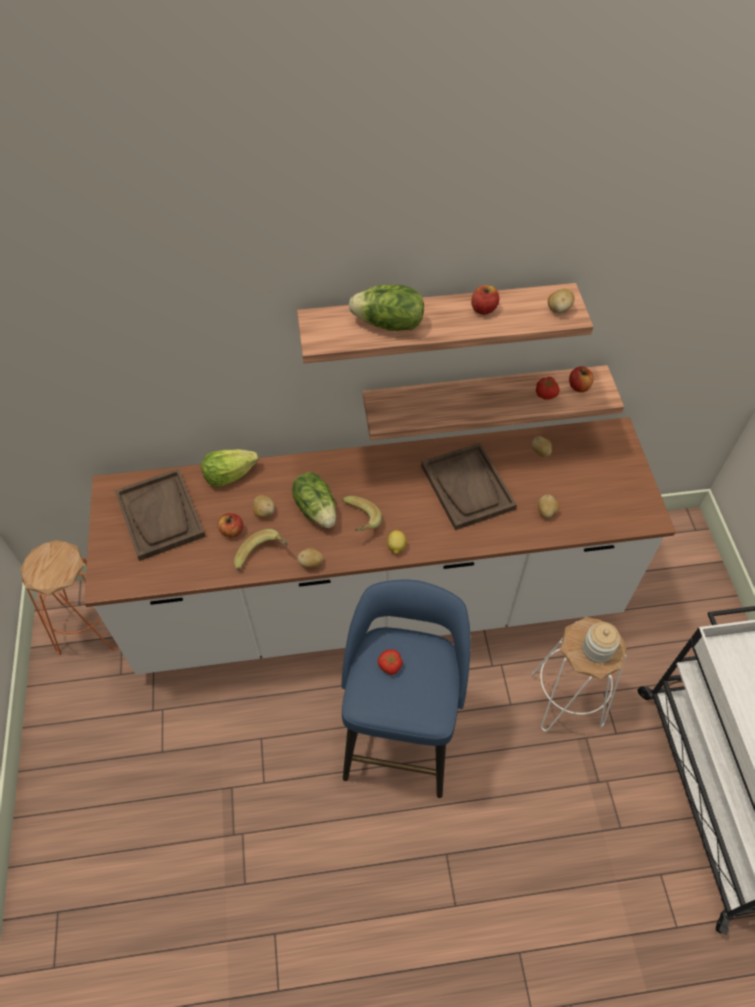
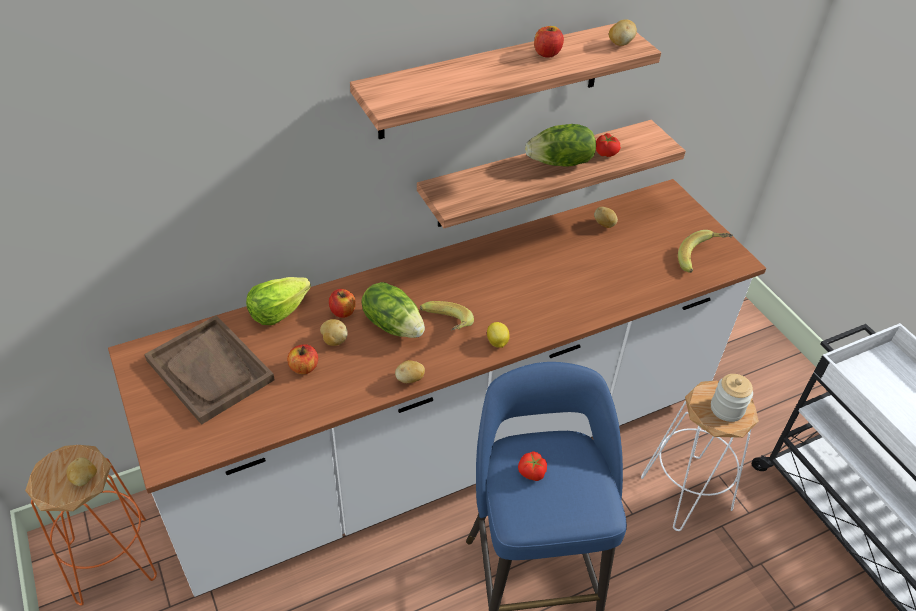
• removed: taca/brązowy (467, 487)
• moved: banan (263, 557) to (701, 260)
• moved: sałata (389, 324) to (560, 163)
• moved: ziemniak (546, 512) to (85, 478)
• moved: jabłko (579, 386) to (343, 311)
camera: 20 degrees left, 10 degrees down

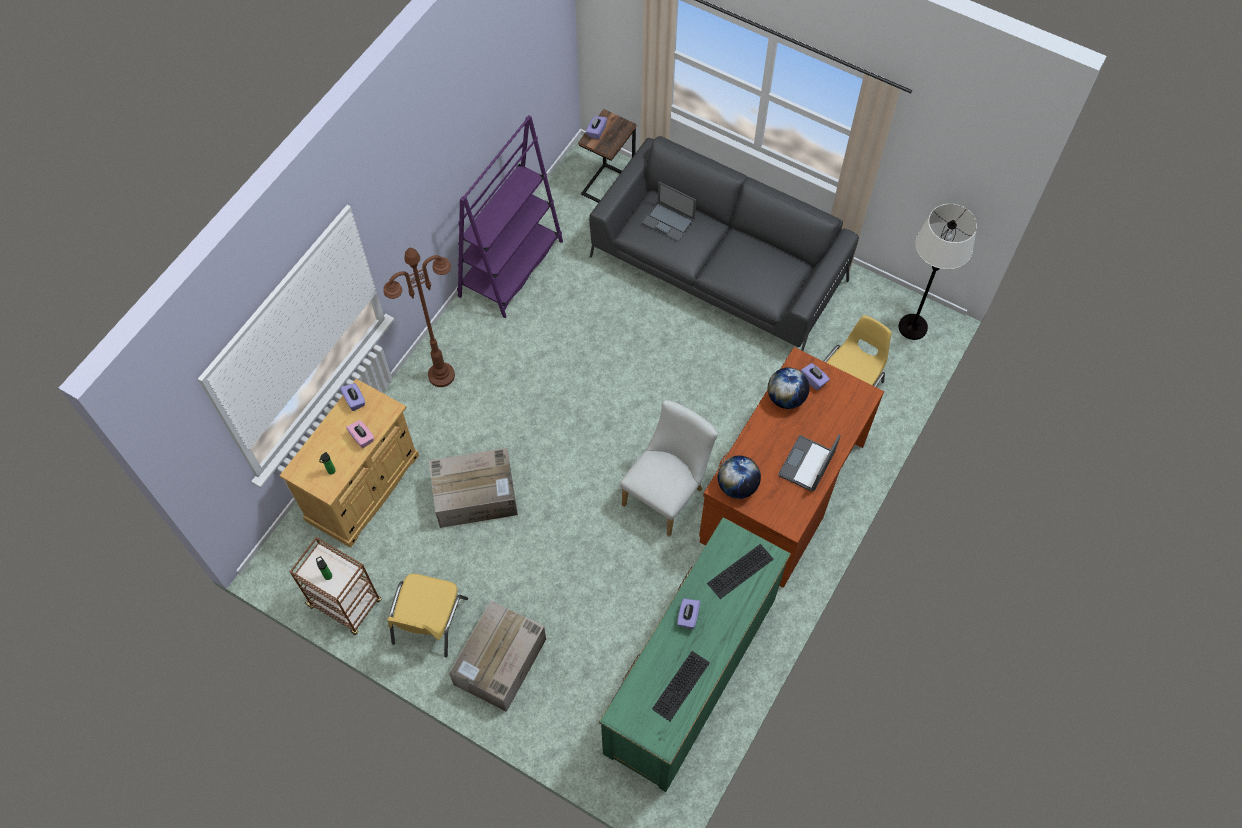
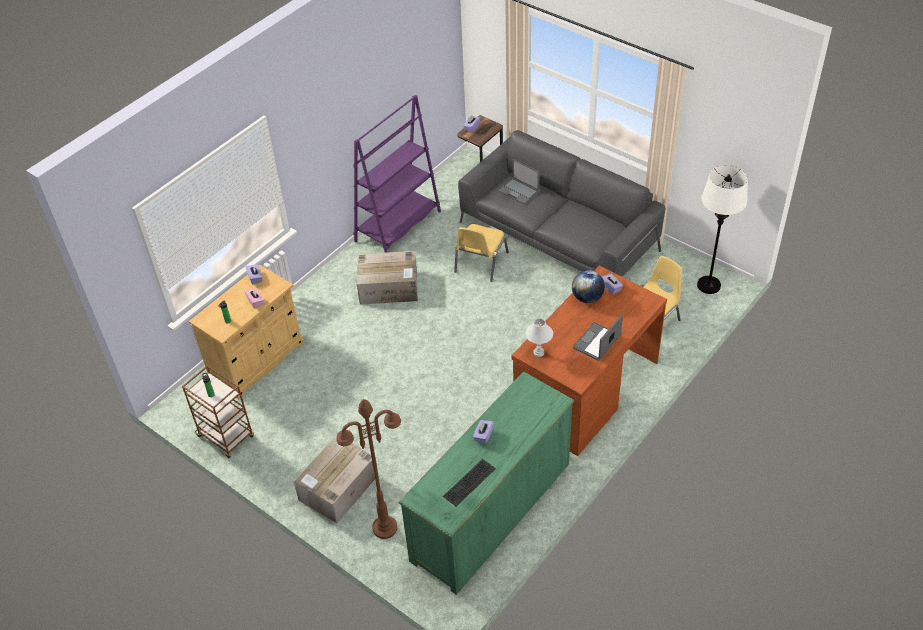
• removed: krzesło/biały (667, 493)
• removed: klawiatura (740, 572)
• moved: lampa stojąca/brązowy (441, 375) to (385, 527)
• moved: krzesło/żółty (428, 622) to (480, 263)
• moved: karton (476, 495) to (389, 287)
• replaced: globus (737, 486) to lampa stołowa/biały (539, 352)
camera: 10 degrees right, 15 degrees down

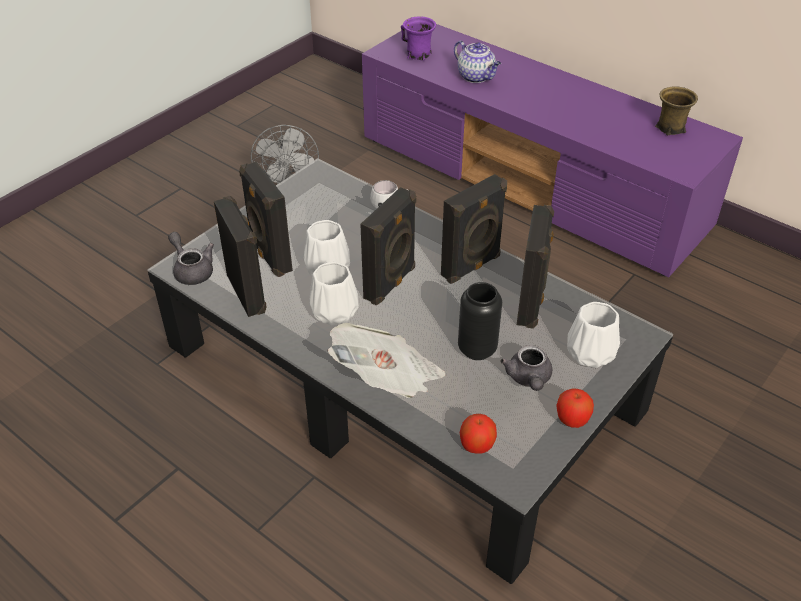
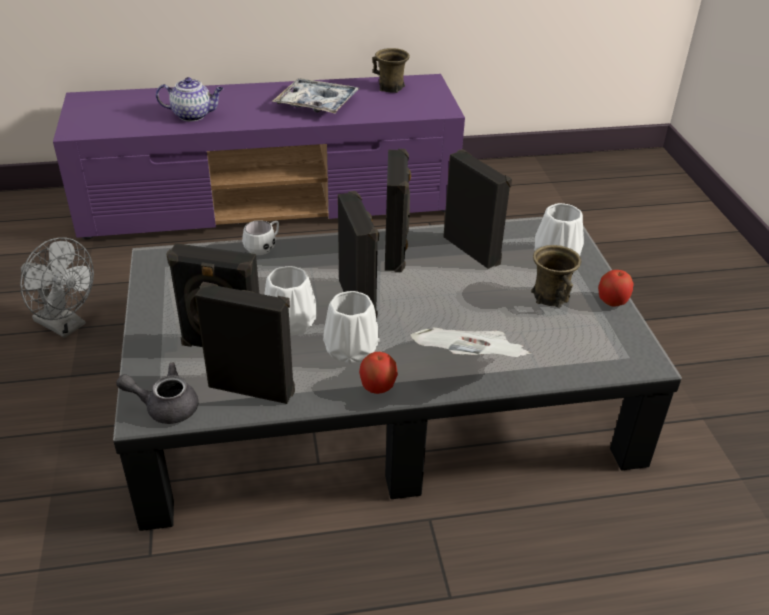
• removed: kubek/fioletowy (418, 55)
• removed: wazon/czarny (477, 349)
• added: taca (317, 104)
• moved: jabłko (476, 445) to (377, 387)
• replaced: imbryk/szary (528, 379) to kubek/brązowy (550, 296)
camera: 50 degrees left, 5 degrees down

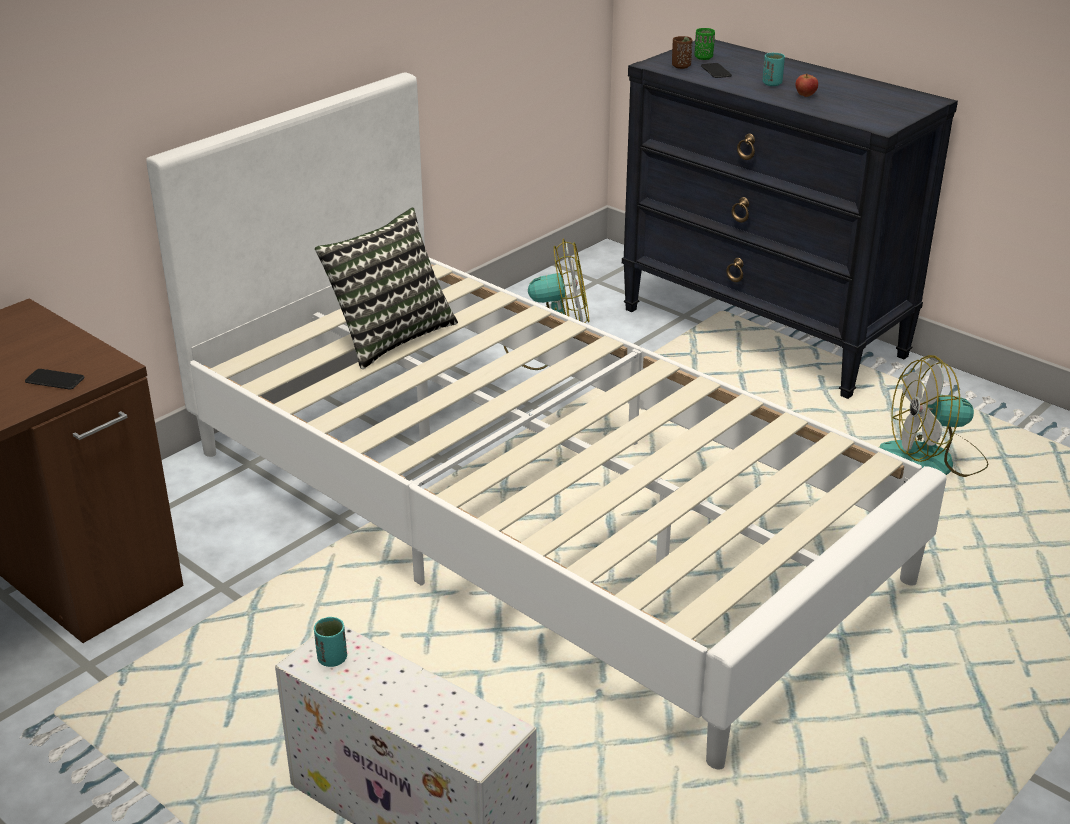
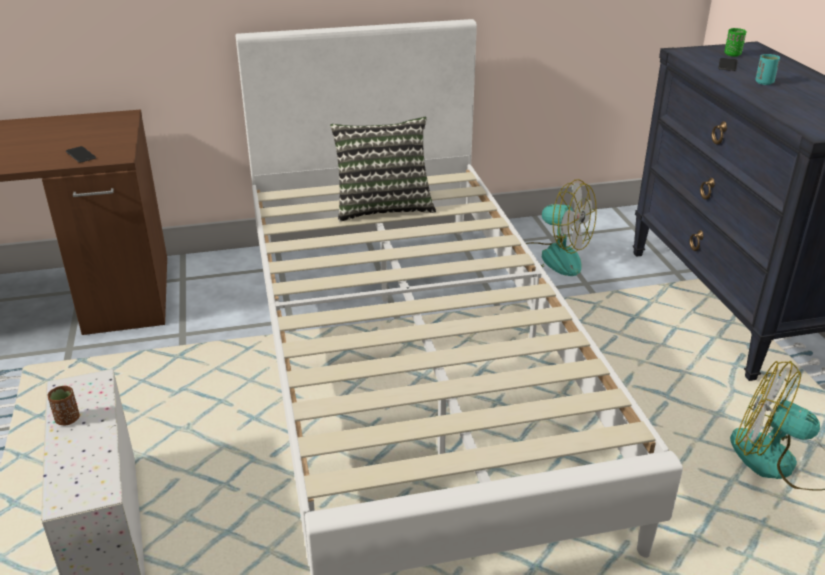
• removed: filiżanka/turkusowy (332, 659)
• removed: jabłko (805, 95)
• moved: filiżanka/brązowy (681, 66) to (67, 419)
camera: 35 degrees right, 0 degrees up

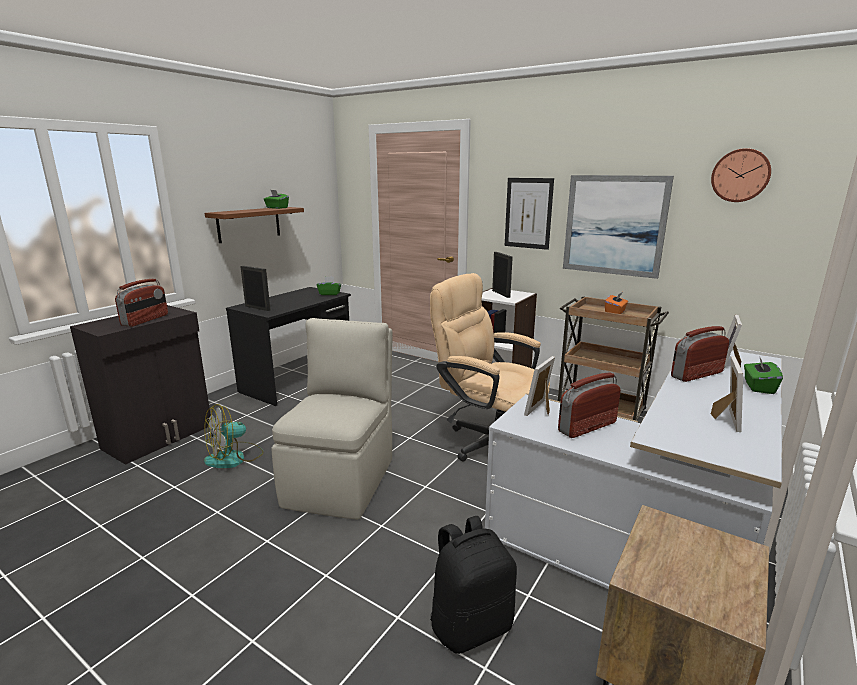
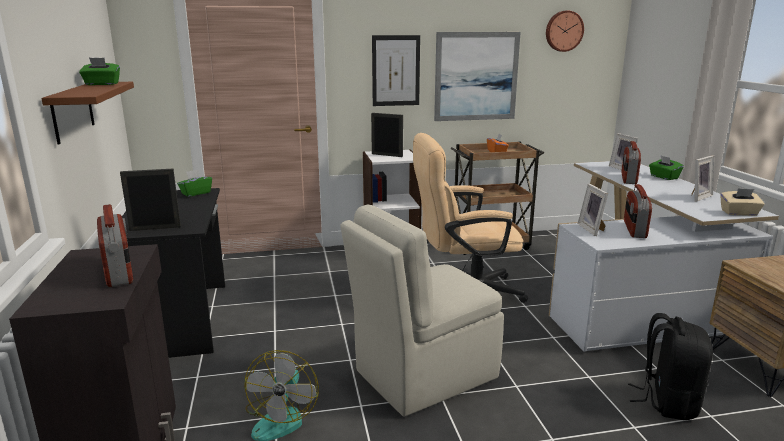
• added: pudełko chusteczek/beżowy (739, 213)
• turned: krzesło/beżowy (342, 480) = (422, 375) 90 degrees counterclockwise
• turned: ramka na zdjęcie (724, 419) = (697, 197) 75 degrees clockwise
camera: 45 degrees left, 0 degrees up

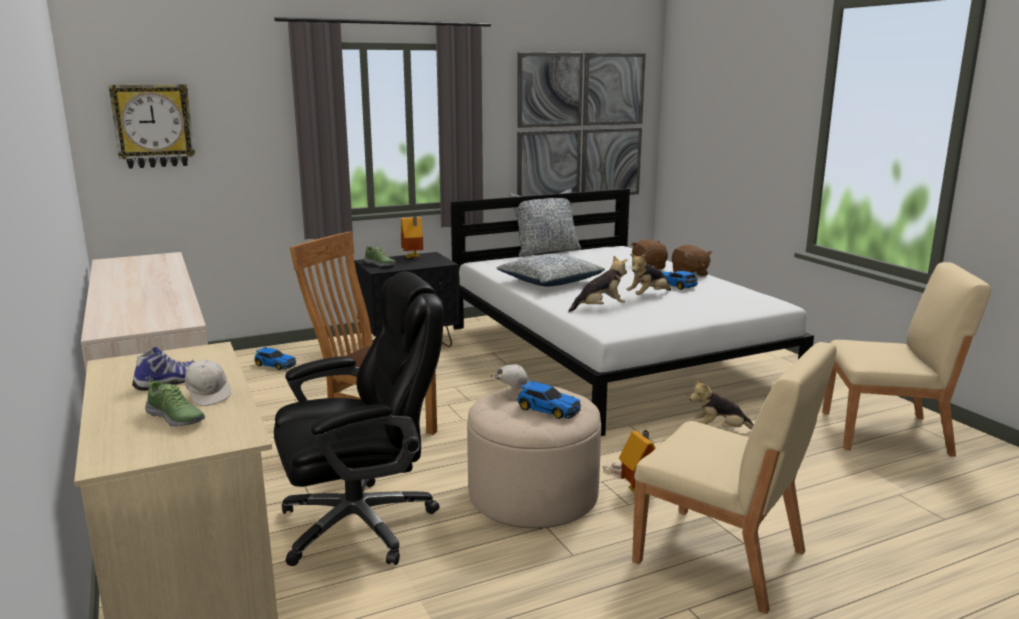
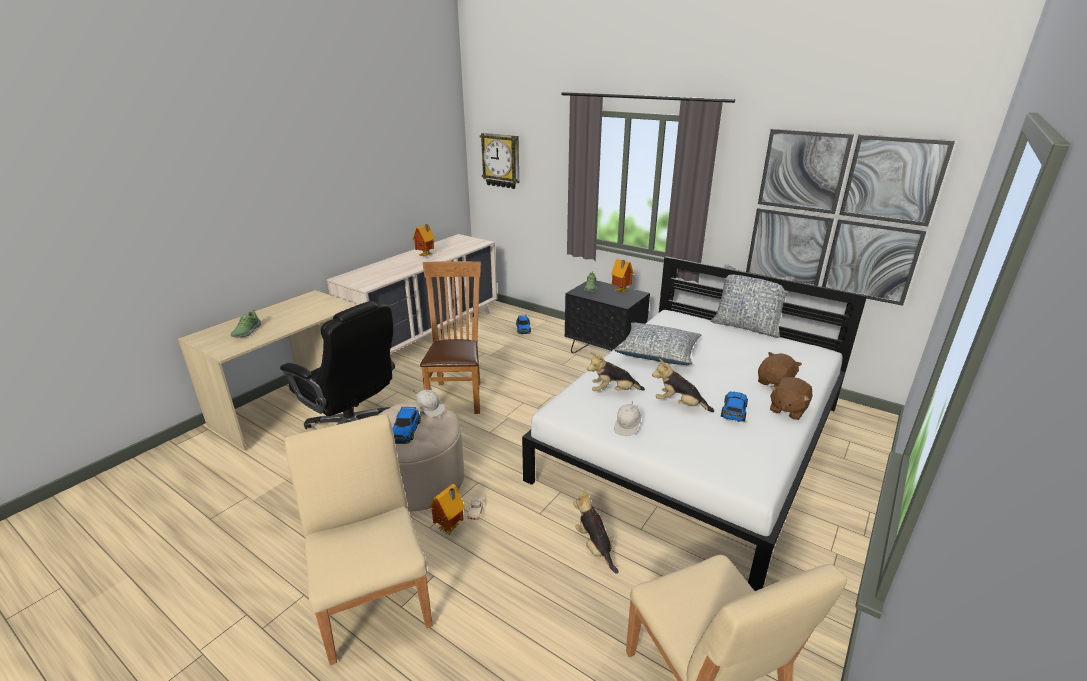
• removed: but (169, 383)
• added: domek (426, 255)
• moved: czapka z daszkiem/biały (208, 395) to (627, 427)
• turned: pluszak (600, 308) = (613, 392) 135 degrees clockwise
• turned: krzesło/beżowy (721, 558) = (374, 598) 150 degrees clockwise
camera: 60 degrees right, 10 degrees up

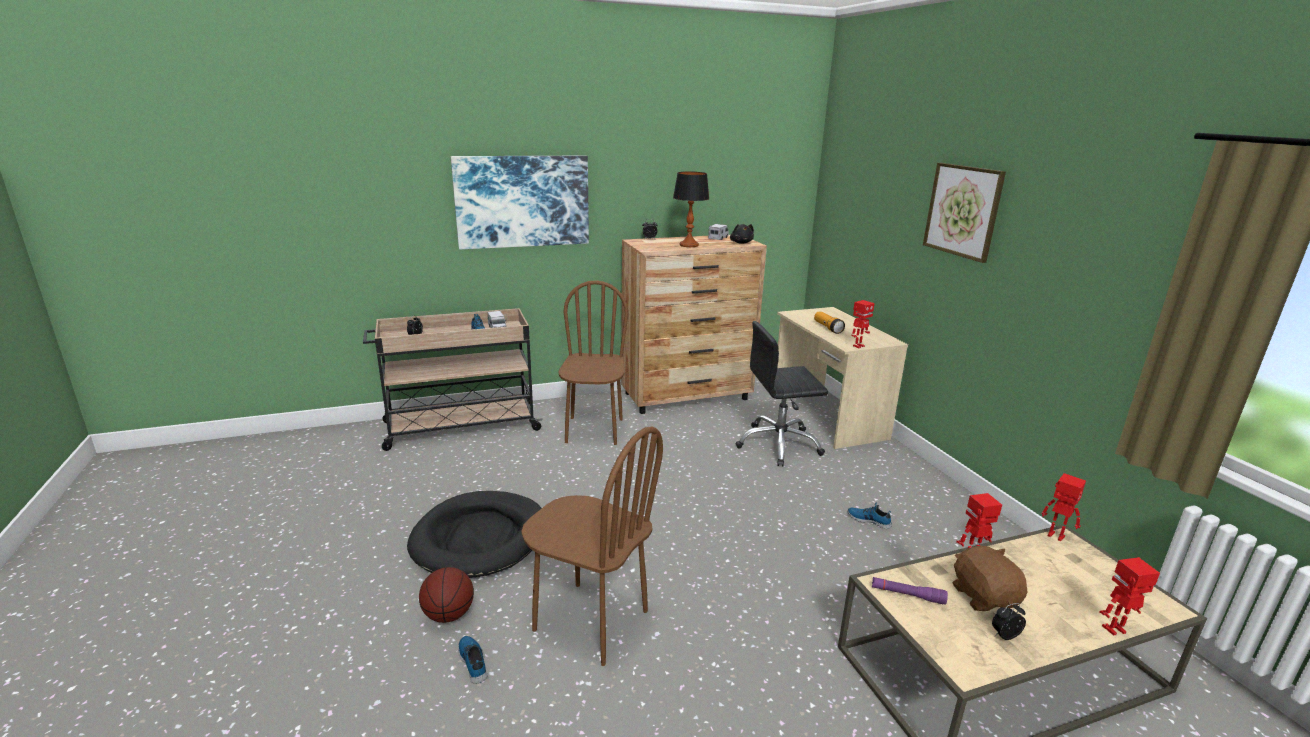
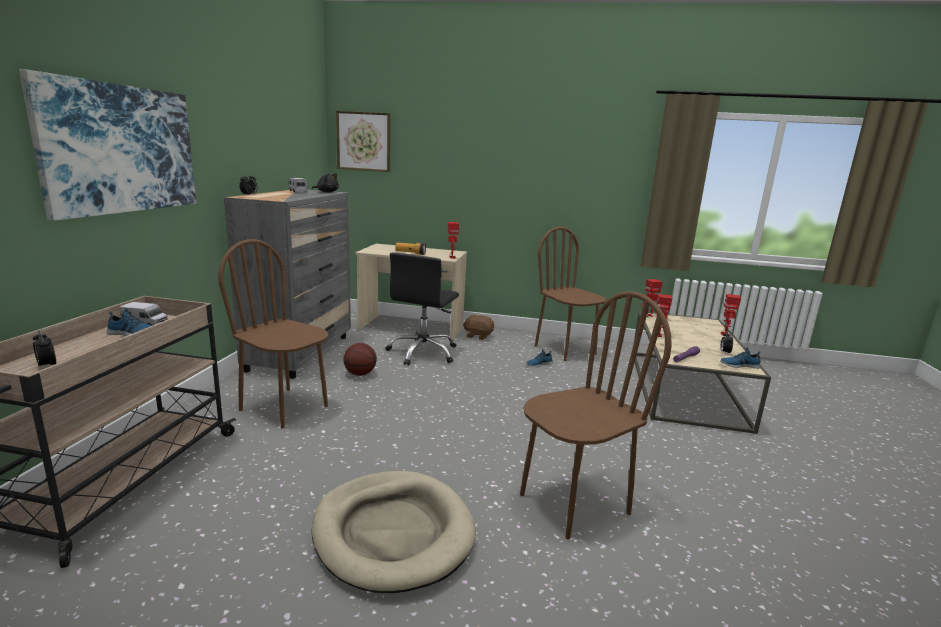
• removed: lampa stołowa (688, 245)
• added: krzesło/brązowy (565, 350)
• moved: piłka do koszykówki (449, 615) to (360, 374)
• moved: but (474, 661) to (739, 365)
• moved: obraz (963, 211) to (363, 141)
• moved: pluszak/brązowy (984, 597) to (478, 336)
• recoloured: legowisko/czarny (480, 538) to legowisko/beżowy (393, 532)
• recoloured: komoda/brązowy (687, 396) to komoda/szary (301, 353)
camera: 60 degrees left, 5 degrees down

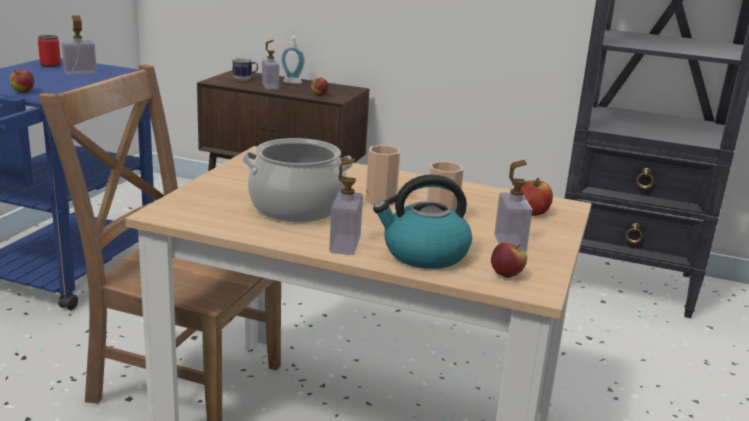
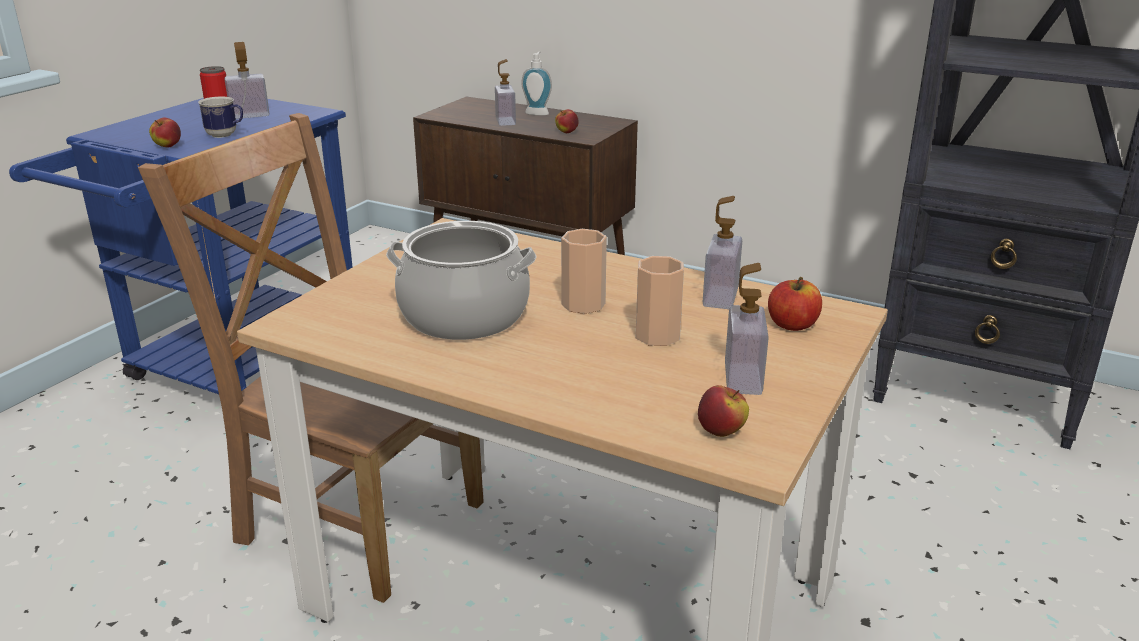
• removed: czajnik (424, 254)
• moved: kubek (245, 80) to (226, 135)
• moved: dozownik mydła (345, 245) to (720, 297)
camera: 10 degrees right, 5 degrees up

